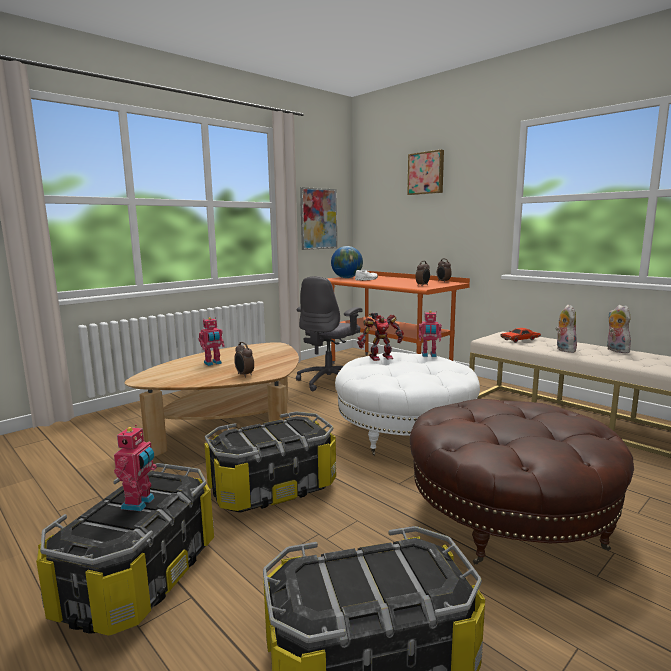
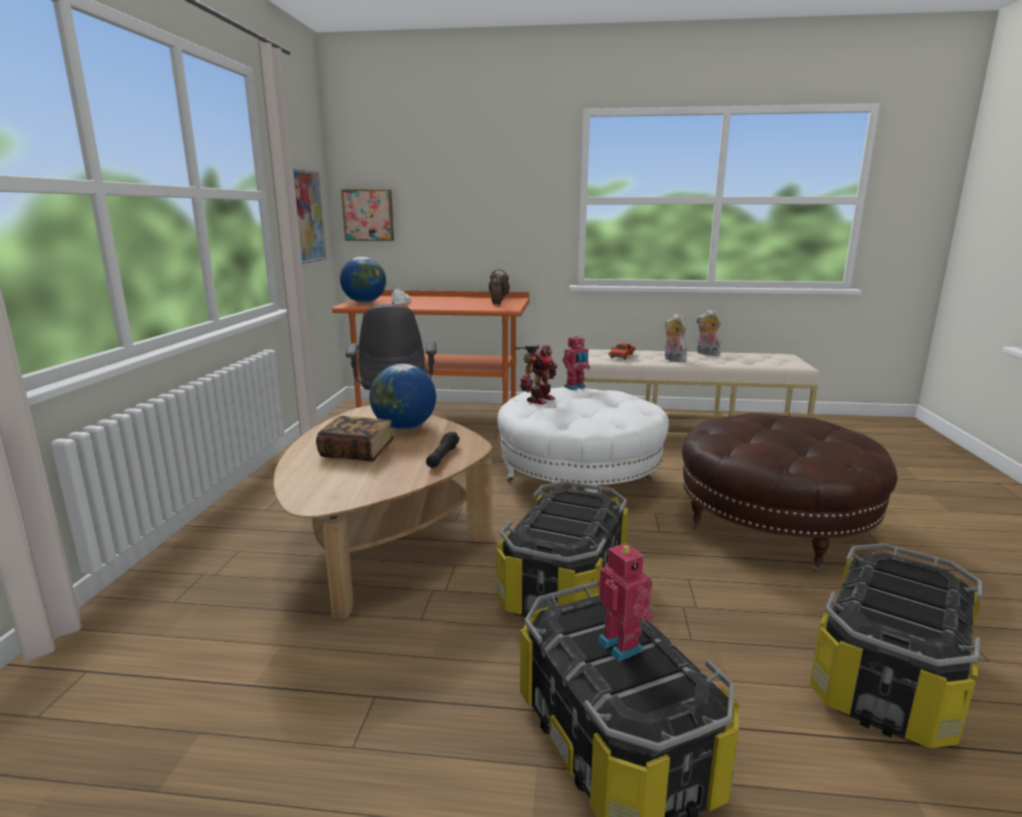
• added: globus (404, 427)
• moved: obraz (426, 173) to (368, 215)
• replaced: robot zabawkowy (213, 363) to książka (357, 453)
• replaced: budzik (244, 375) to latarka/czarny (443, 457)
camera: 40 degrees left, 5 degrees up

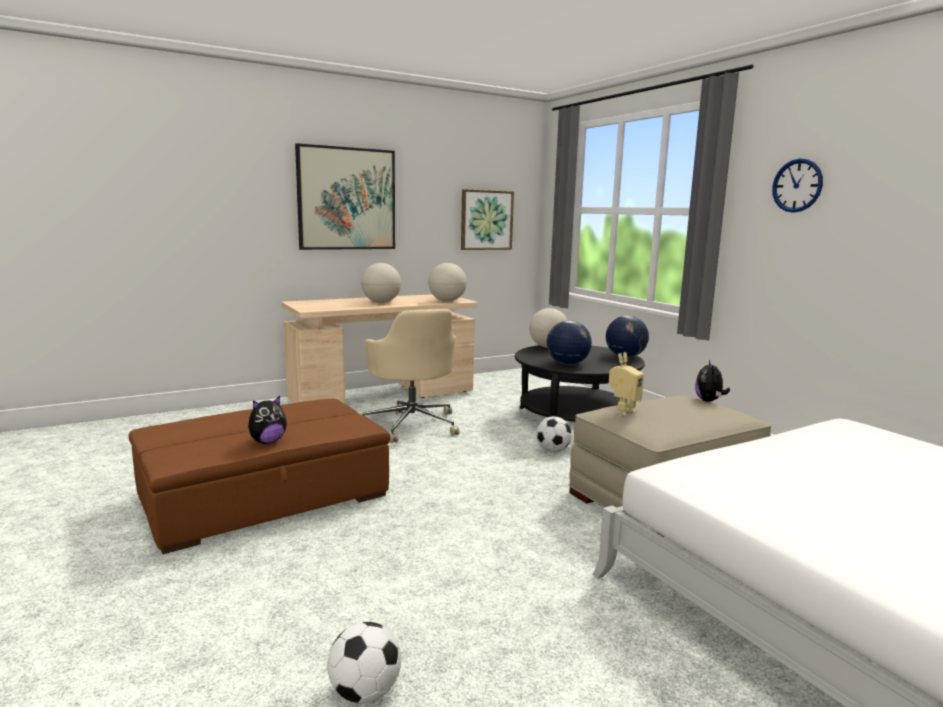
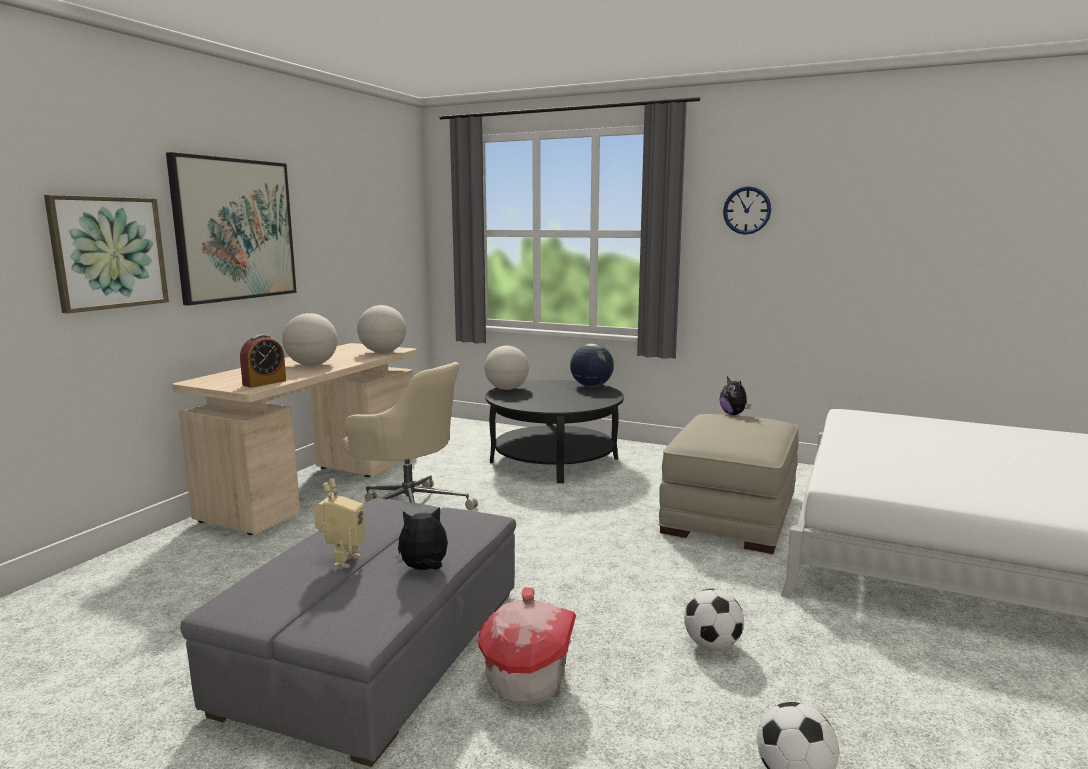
• removed: globus (567, 364)
• added: budzik (264, 383)
• added: domek (527, 680)
• moved: obraz (486, 220) to (108, 252)
• moved: piłka futbolowa (553, 450) to (712, 645)
• moved: robot zabawkowy (623, 411) to (342, 560)
• recoloured: pufa/brązowy (265, 497) to pufa/szary (379, 648)
• turned: pluszak (267, 442) = (424, 569) 120 degrees counterclockwise
camera: 35 degrees left, 0 degrees up

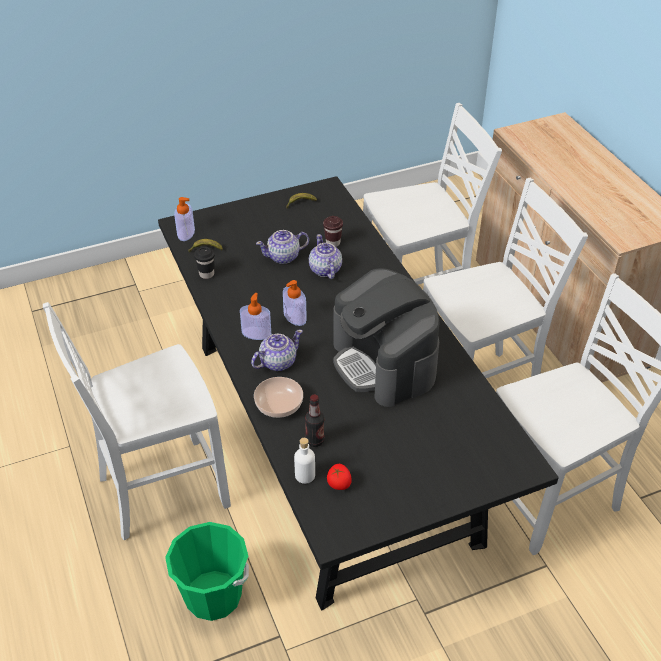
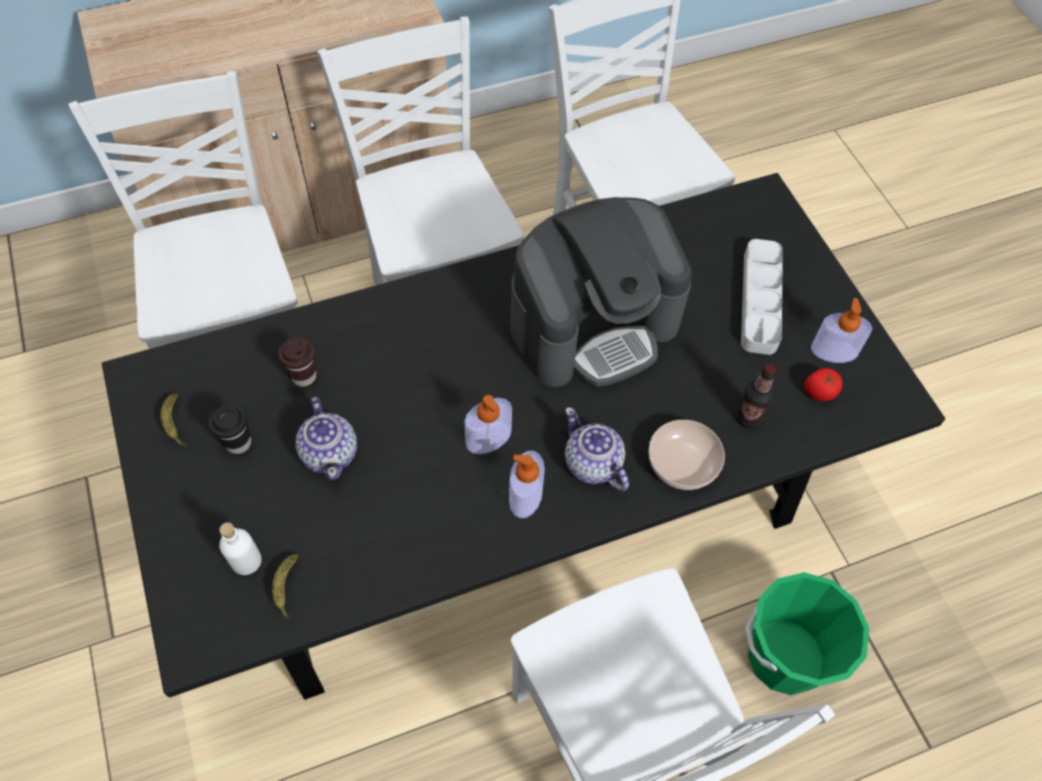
• removed: imbryk (325, 270)
• added: taca/szary (760, 300)
• moved: dozownik mydła (186, 233) to (833, 351)
• moved: filiżanka/czarny (206, 274) to (238, 443)
• moved: butelka/biały (305, 475) to (246, 561)
camera: 90 degrees left, 15 degrees up

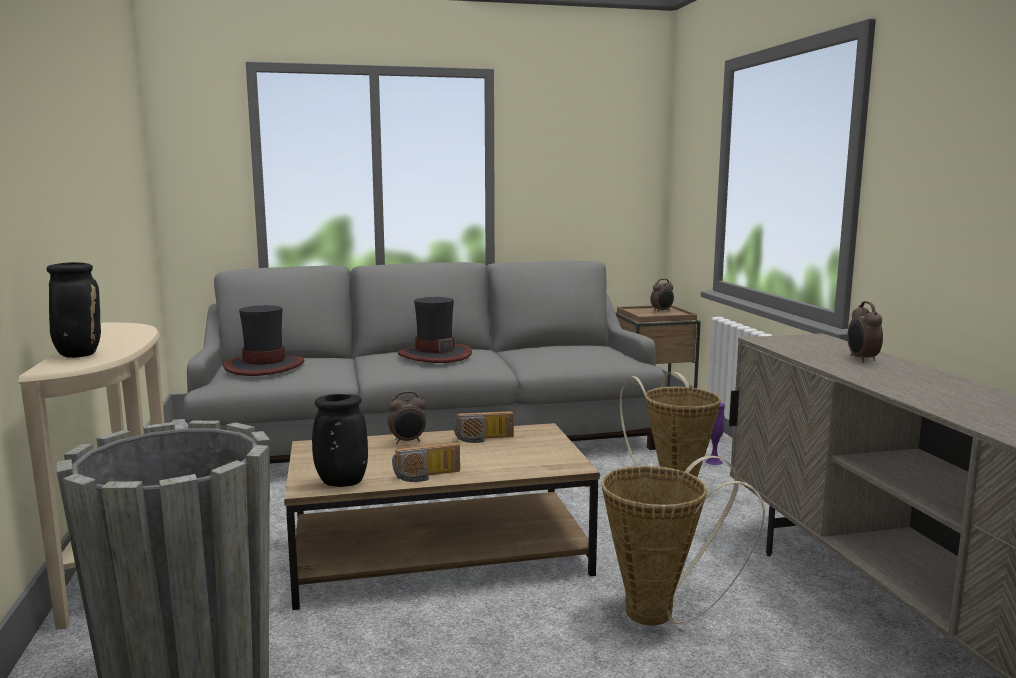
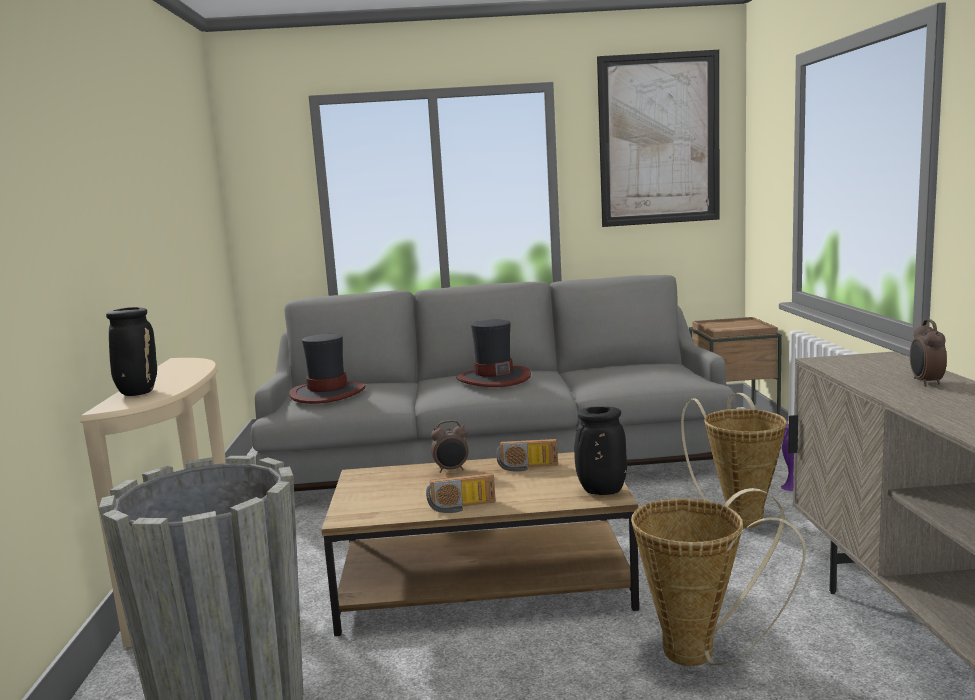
• removed: budzik (662, 311)
• added: obraz (659, 139)
• moved: wazon/czarny (340, 483) to (600, 491)
camera: 10 degrees right, 0 degrees up

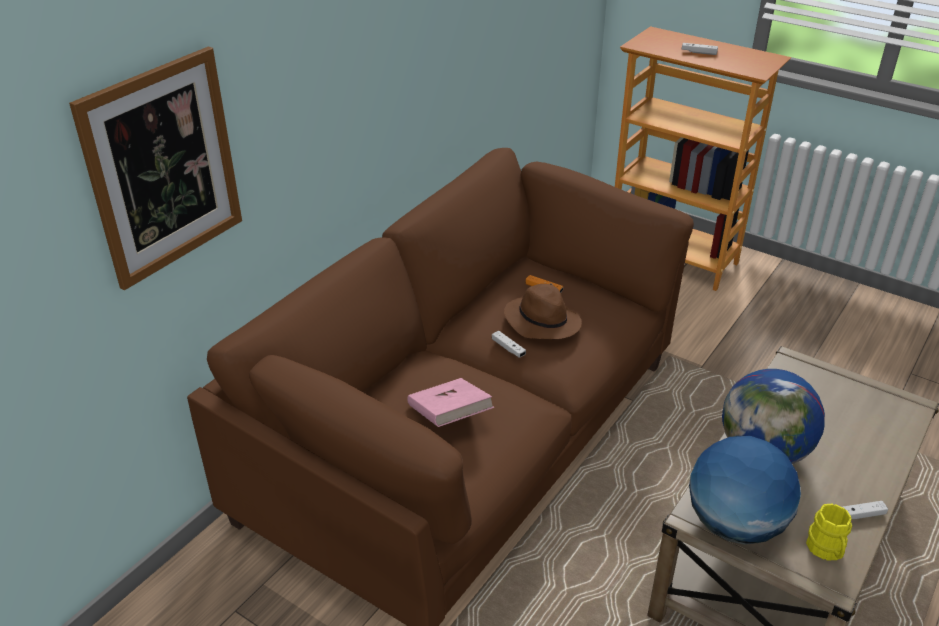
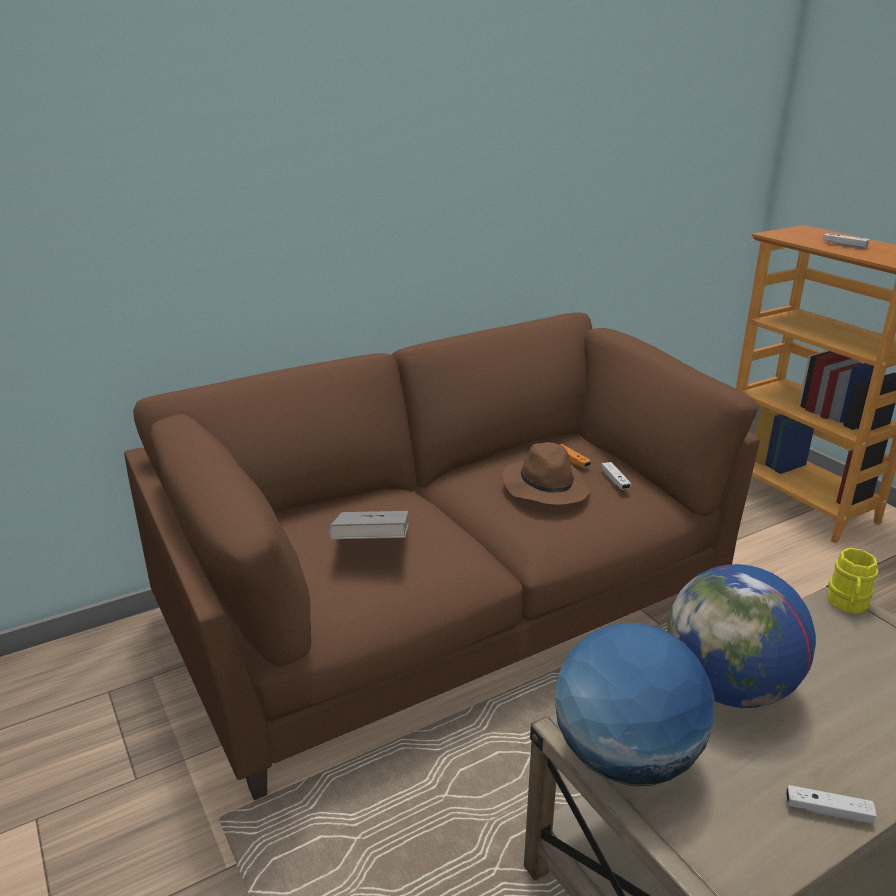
• removed: obraz (163, 167)
• moved: pad do gier/biały (508, 348) to (615, 481)
• moved: kubek/żółty (826, 551) to (847, 604)
• recoloured: książka/różowy (449, 417) to książka/szary (371, 545)
camera: 25 degrees right, 10 degrees down

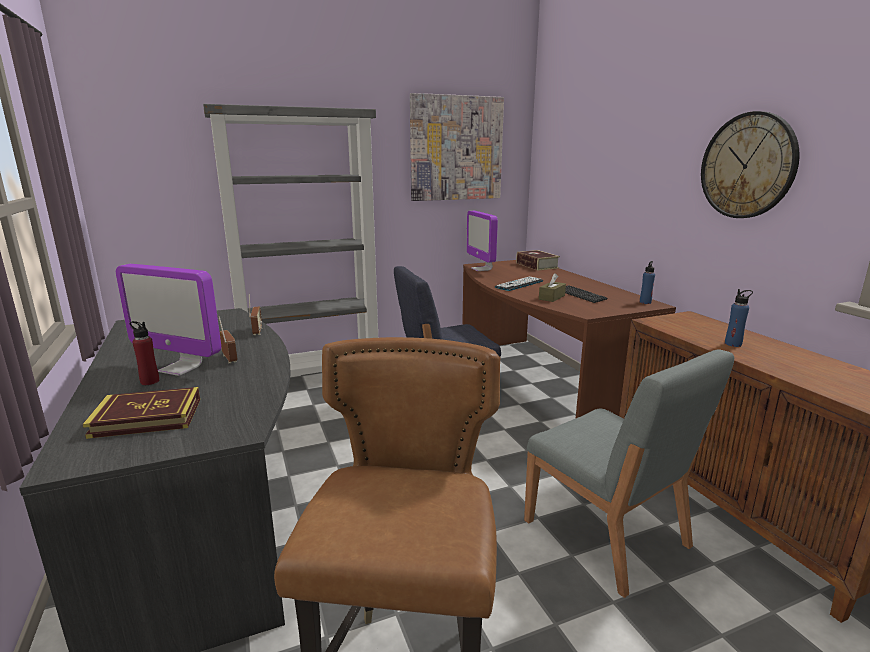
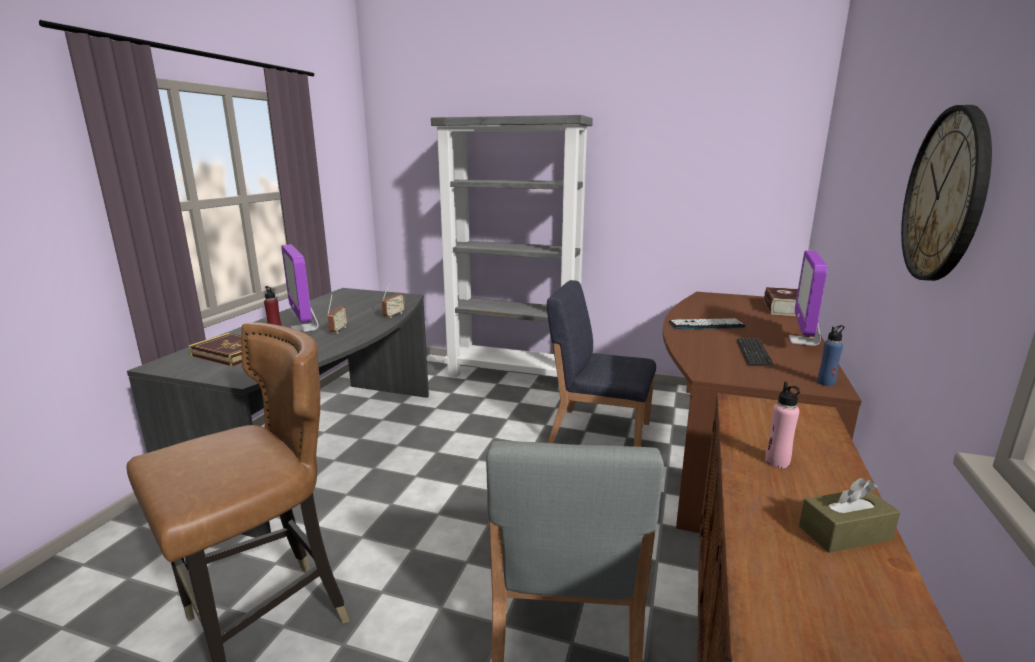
• removed: obraz (456, 148)
• moved: monitor (481, 269) to (803, 341)
• moved: pudełko chusteczek/brązowy (551, 297) to (845, 533)
• recoloured: butelka/niebieski (733, 344) to butelka/różowy (777, 462)
camera: 40 degrees right, 0 degrees up

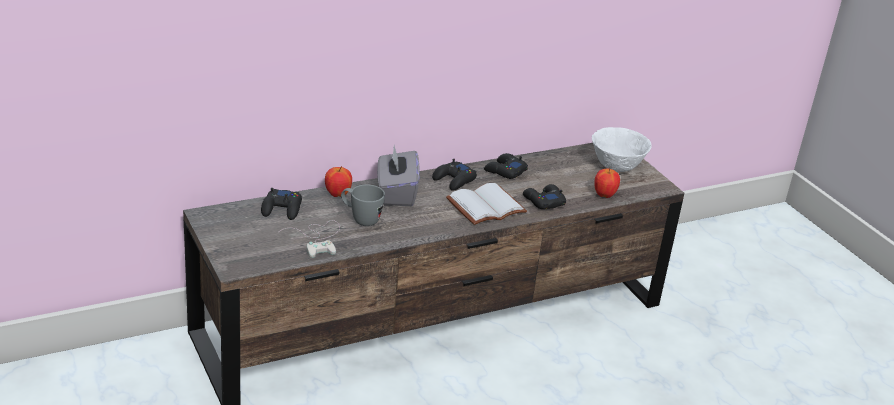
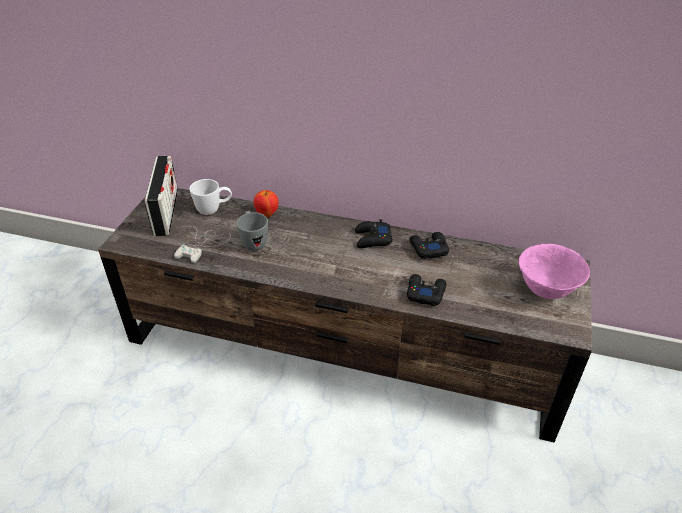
• removed: pudełko chusteczek/szary (396, 193)
• removed: książka/biały (486, 208)
• removed: jabłko (604, 195)
• added: radio (166, 212)
• replaced: pad do gier/czarny (282, 209) to kubek/biały (214, 210)
• recoloured: miska/biały (617, 167) to miska/różowy (547, 290)
camera: 45 degrees right, 10 degrees up

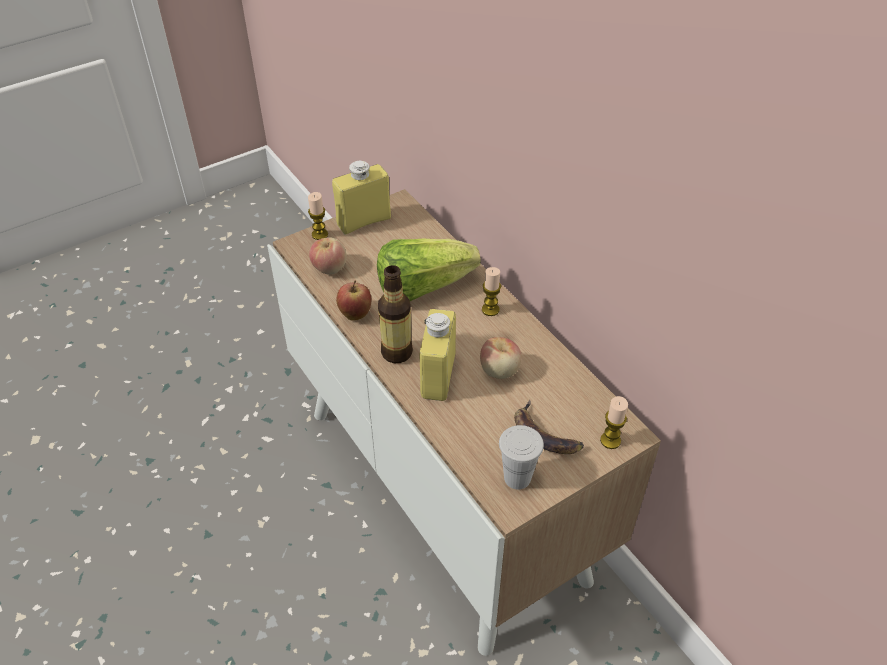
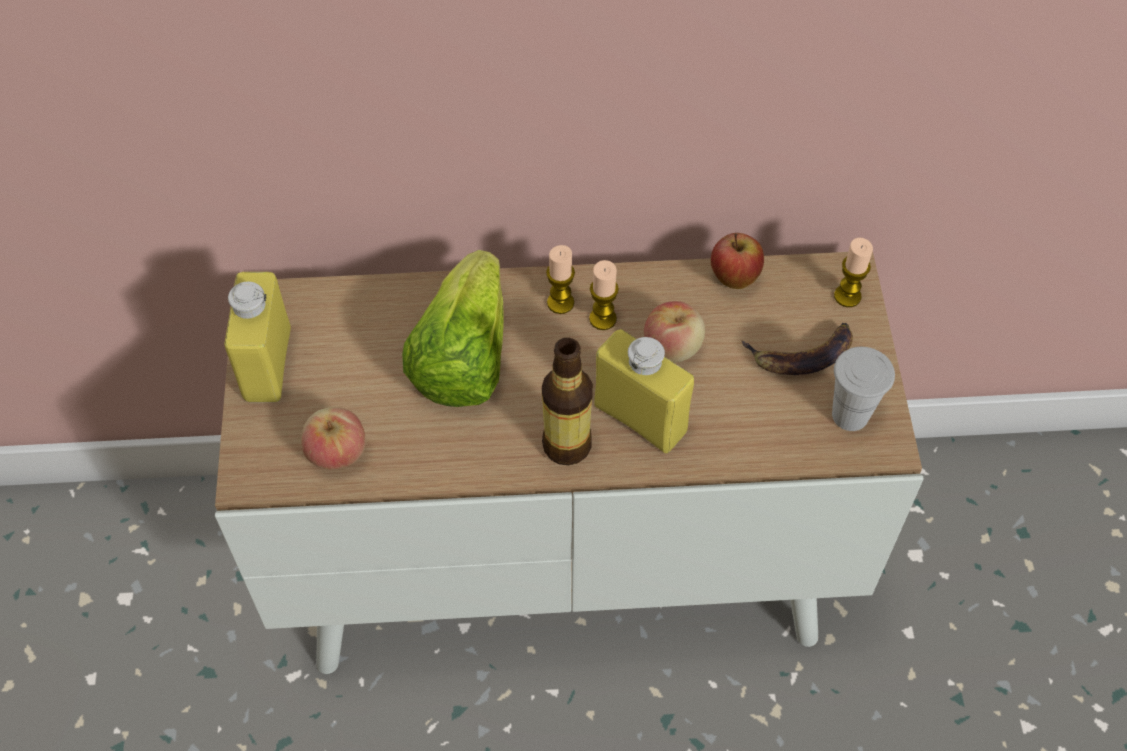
• moved: świeca (319, 234) to (602, 319)
• moved: jabłko (355, 315) to (734, 279)
camera: 60 degrees left, 10 degrees up

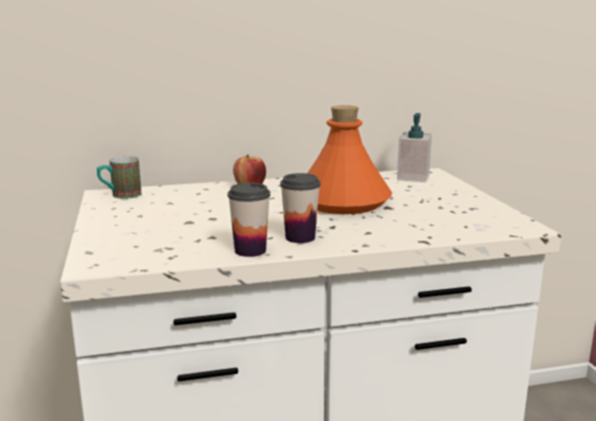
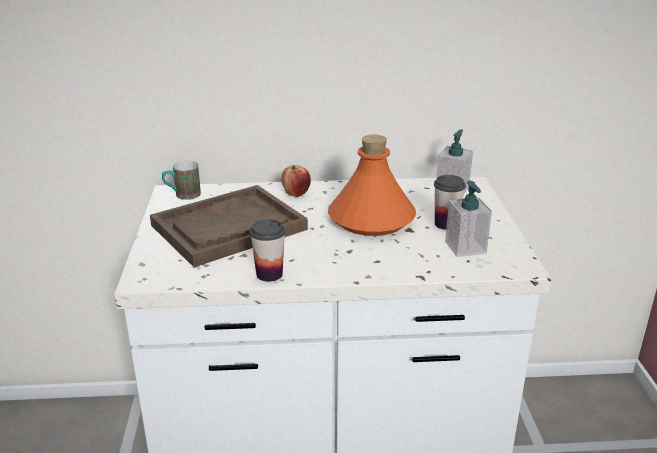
• added: taca/brązowy (228, 228)
• added: dozownik mydła (465, 247)
• moved: filiżanka (300, 237) to (446, 224)
camera: 10 degrees right, 10 degrees up

